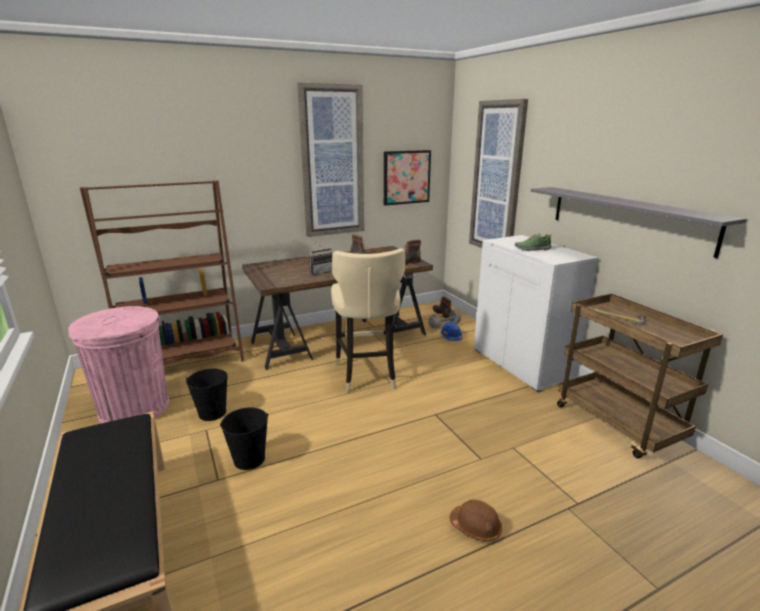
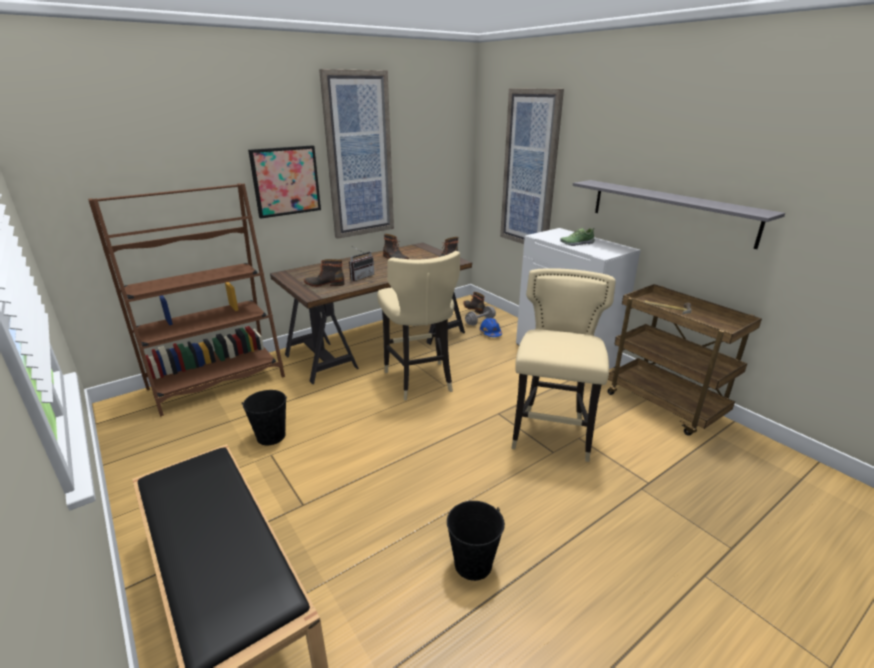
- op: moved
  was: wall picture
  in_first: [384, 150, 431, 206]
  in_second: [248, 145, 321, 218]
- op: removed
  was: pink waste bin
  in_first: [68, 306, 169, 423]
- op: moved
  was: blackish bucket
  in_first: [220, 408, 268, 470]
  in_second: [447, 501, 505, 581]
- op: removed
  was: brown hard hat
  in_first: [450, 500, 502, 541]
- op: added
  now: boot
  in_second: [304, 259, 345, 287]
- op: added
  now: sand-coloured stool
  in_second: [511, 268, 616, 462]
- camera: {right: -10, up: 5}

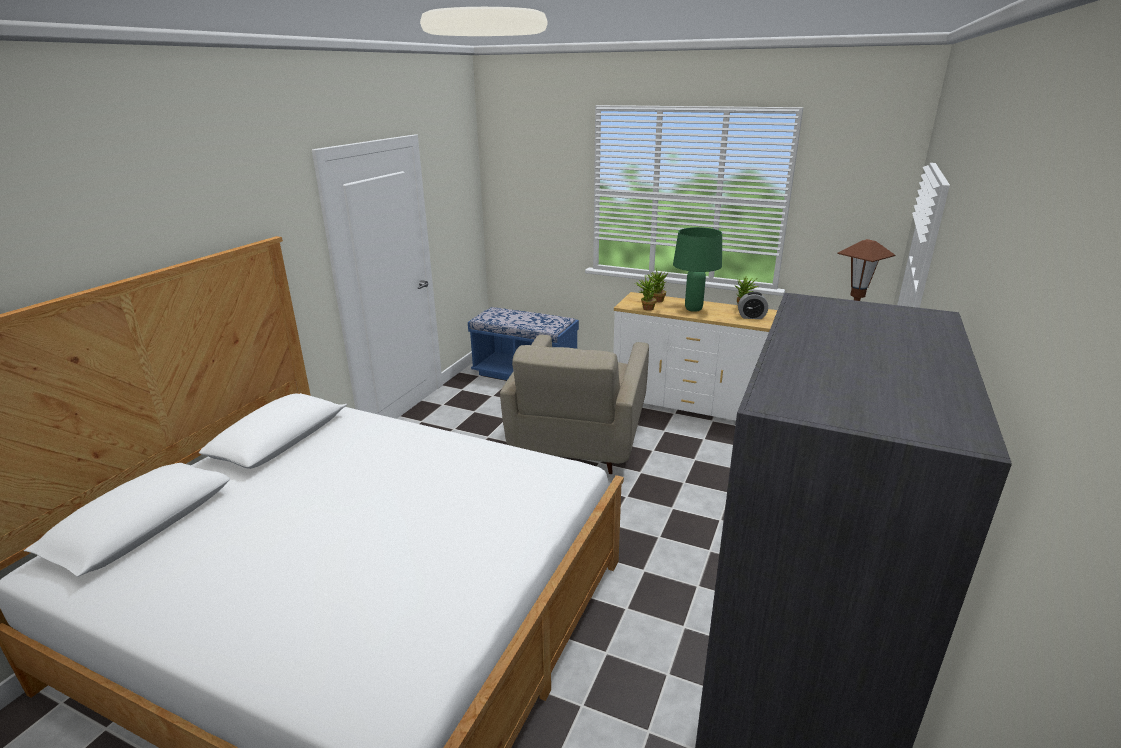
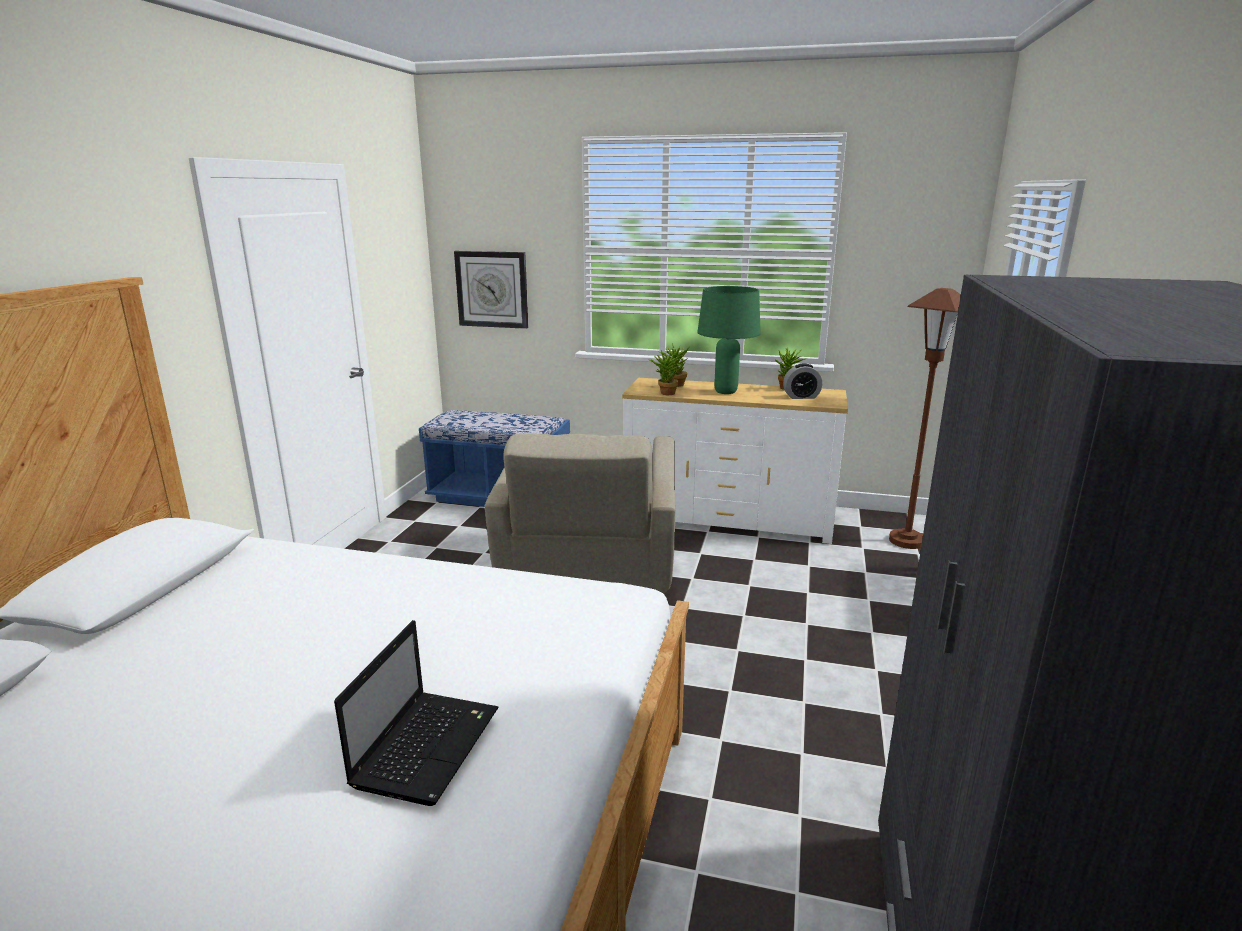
- op: added
  now: clock on the wall
  in_second: [454, 251, 529, 329]
- op: added
  now: notebook computer
  in_second: [334, 620, 499, 806]
- camera: {right: -10, up: -5}

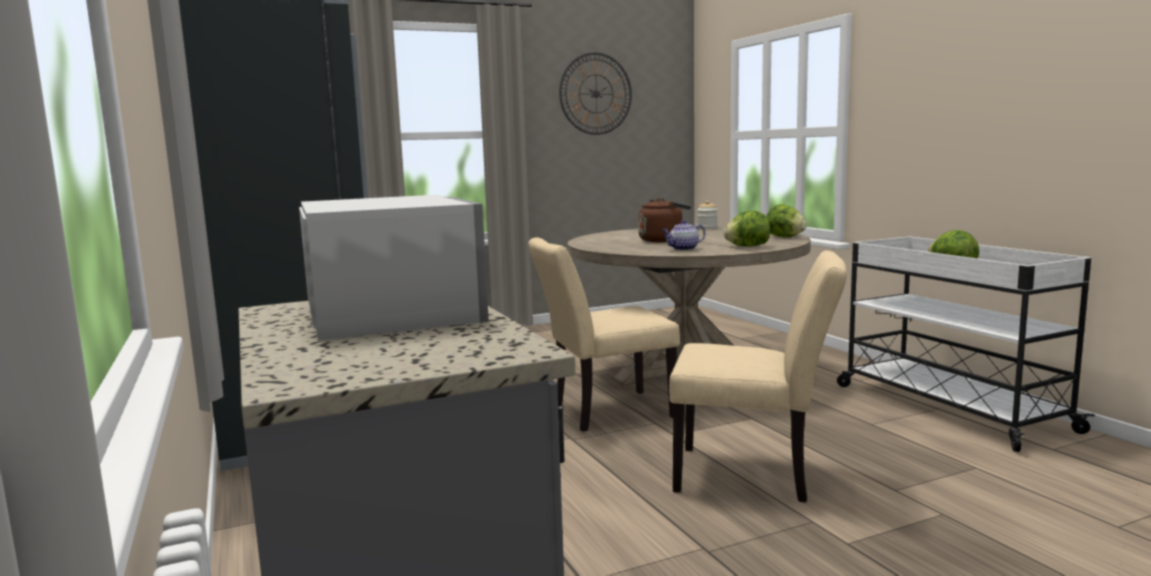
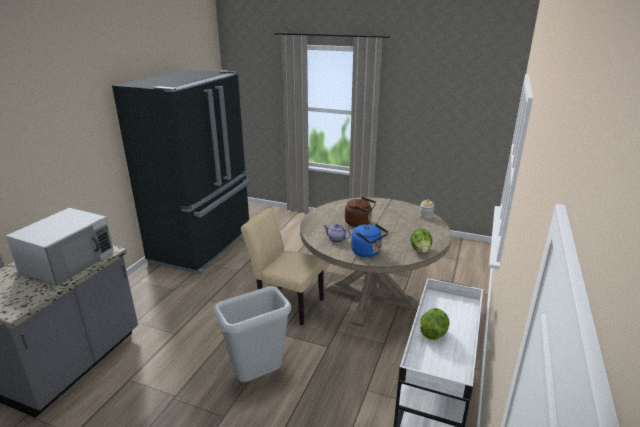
- op: removed
  was: clock on the wall
  in_first: [559, 52, 632, 135]
- op: replaced
  was: lettuce
  now: blue-coloured water kettle
  in_first: [724, 211, 770, 247]
  in_second: [351, 224, 388, 257]
- op: replaced
  was: sand-coloured upright chair
  now: gray waste bin
  in_first: [669, 250, 847, 502]
  in_second: [214, 286, 291, 382]
- camera: {right: 45, up: 15}

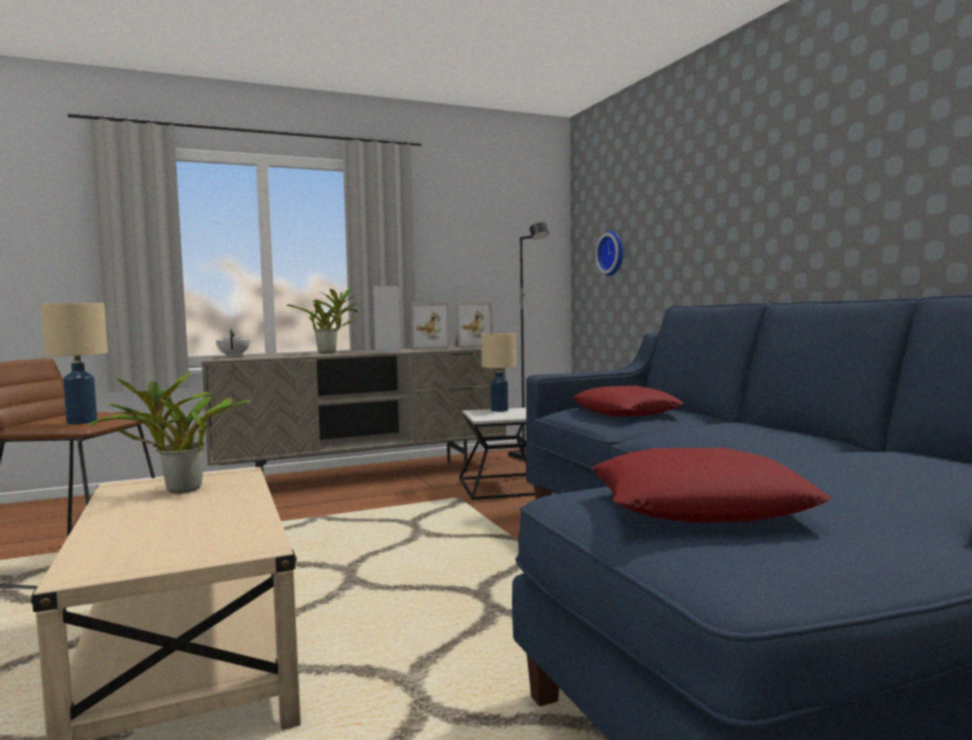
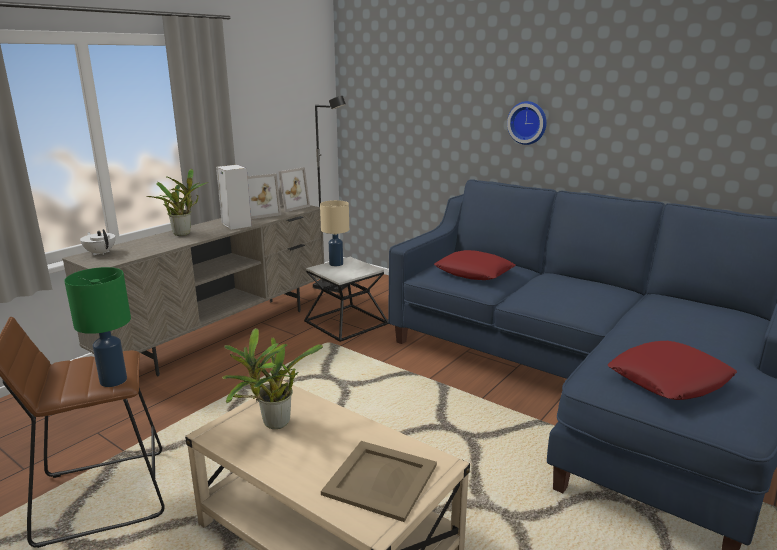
- op: moved
  was: clock on the wall
  in_first: [595, 231, 624, 276]
  in_second: [507, 101, 547, 145]
- op: recoloured
  was: sand-coloured tabletop lamp
  now: green-coloured tabletop lamp
  in_first: [41, 303, 108, 424]
  in_second: [64, 267, 131, 387]
- op: added
  now: sand-coloured serving tray
  in_second: [321, 441, 437, 522]
- camera: {right: -30, up: 15}

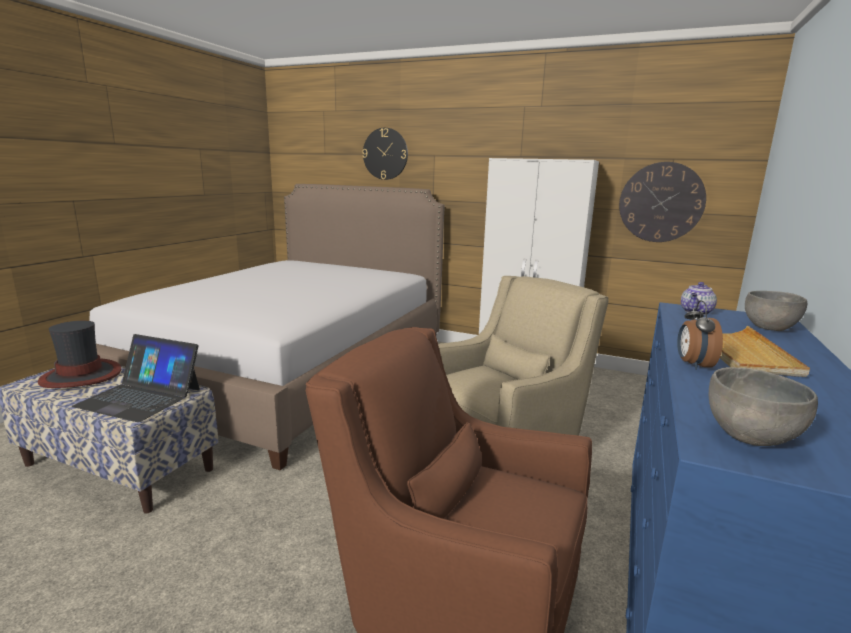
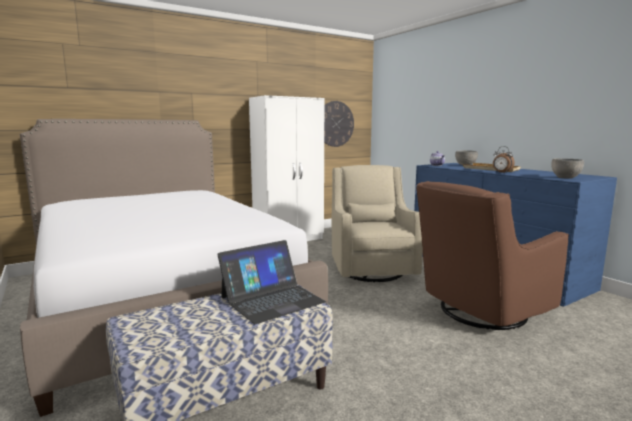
- op: removed
  was: clock on the wall
  in_first: [362, 128, 408, 180]
- op: removed
  was: wearable hat
  in_first: [38, 321, 121, 388]
- camera: {right: -55, up: -5}

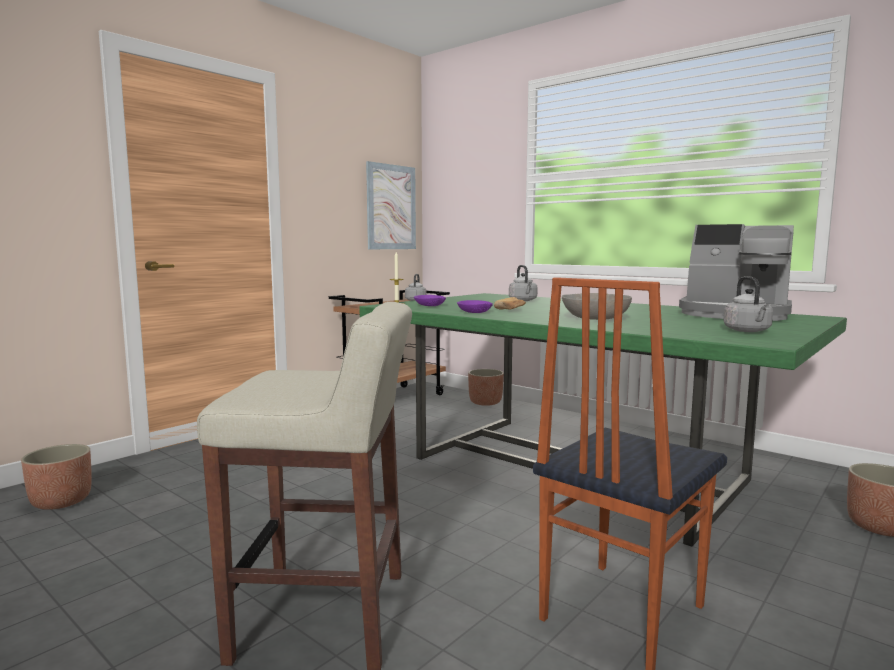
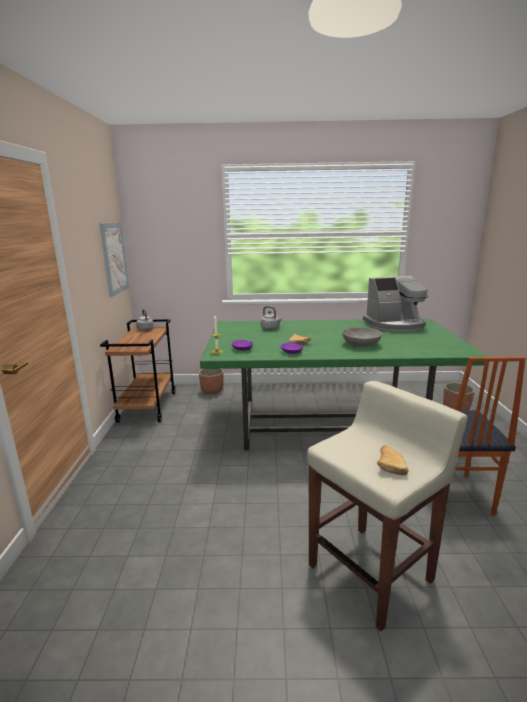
- op: removed
  was: gray water kettle
  in_first: [724, 276, 773, 332]
- op: removed
  was: planter
  in_first: [21, 444, 92, 510]
- op: added
  now: bakery bread
  in_second: [377, 445, 408, 475]
- camera: {right: -40, up: 10}

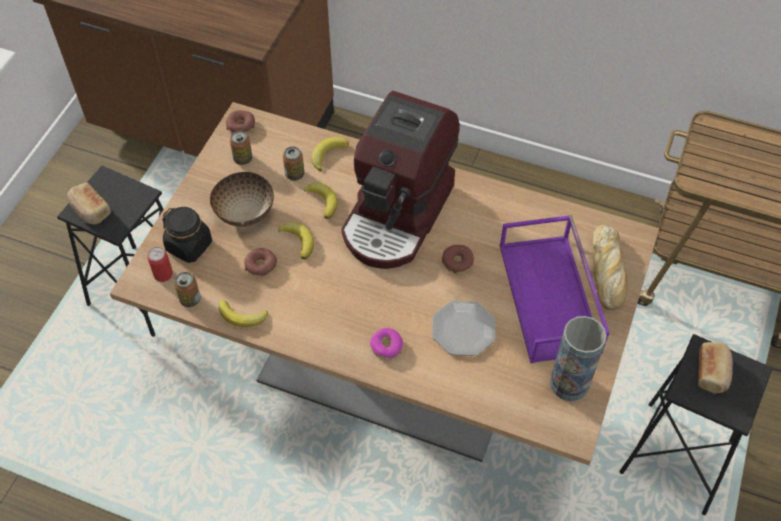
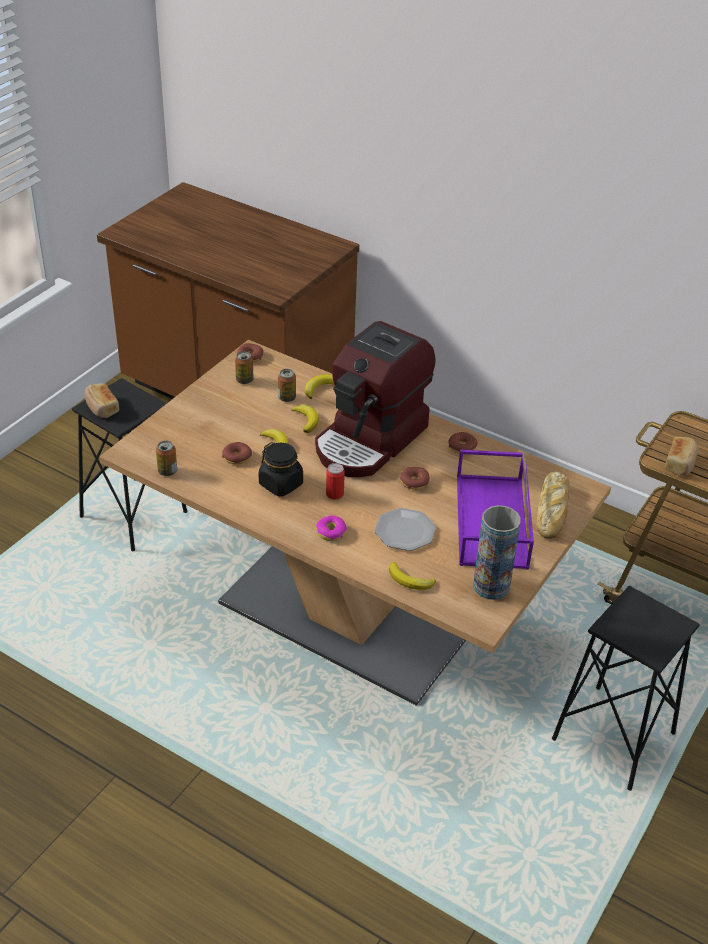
- op: removed
  was: serving bowl
  in_first: [210, 172, 274, 227]
- op: moved
  was: blackish jar
  in_first: [162, 207, 212, 263]
  in_second: [259, 442, 303, 497]
- op: moved
  was: can
  in_first: [148, 247, 173, 282]
  in_second: [326, 463, 345, 500]
- op: moved
  was: banana
  in_first: [219, 300, 268, 327]
  in_second: [389, 562, 436, 590]
- op: moved
  was: bakery bread
  in_first: [698, 342, 733, 394]
  in_second: [665, 437, 698, 476]
- op: added
  now: doughnut
  in_second: [449, 432, 478, 454]
- camera: {right: 10, up: -15}

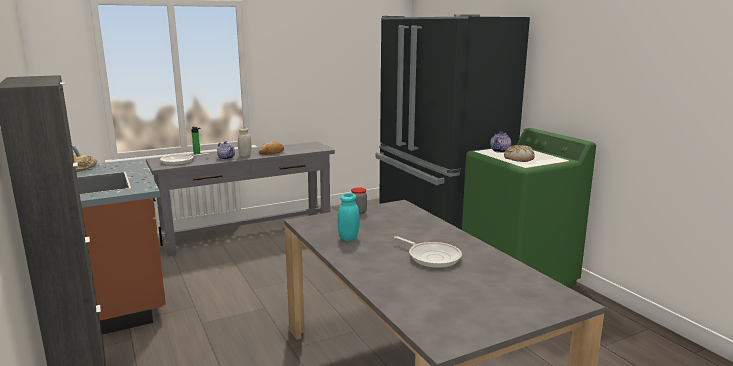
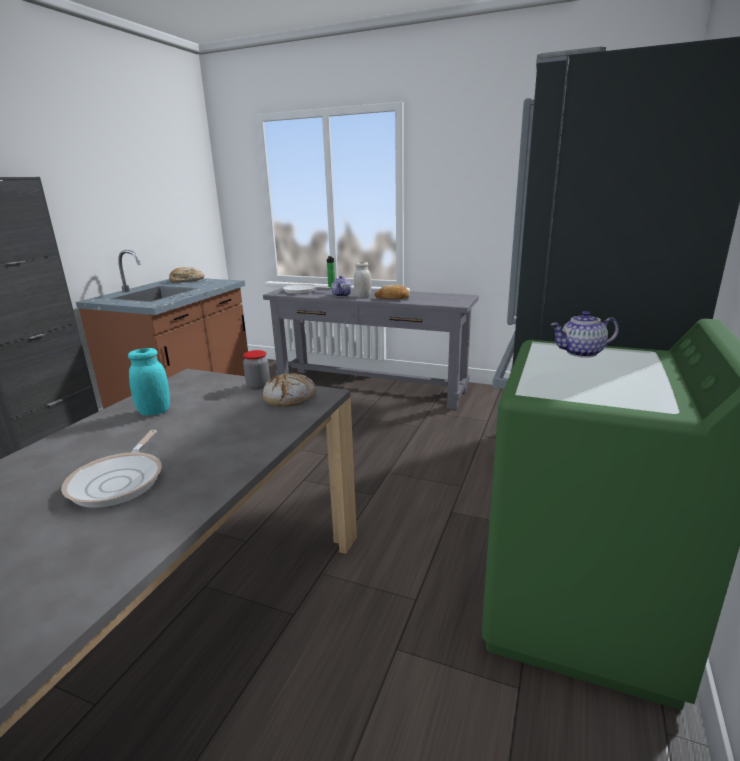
- op: moved
  was: bakery bread
  in_first: [504, 145, 535, 162]
  in_second: [263, 373, 317, 406]
- camera: {right: 50, up: 5}

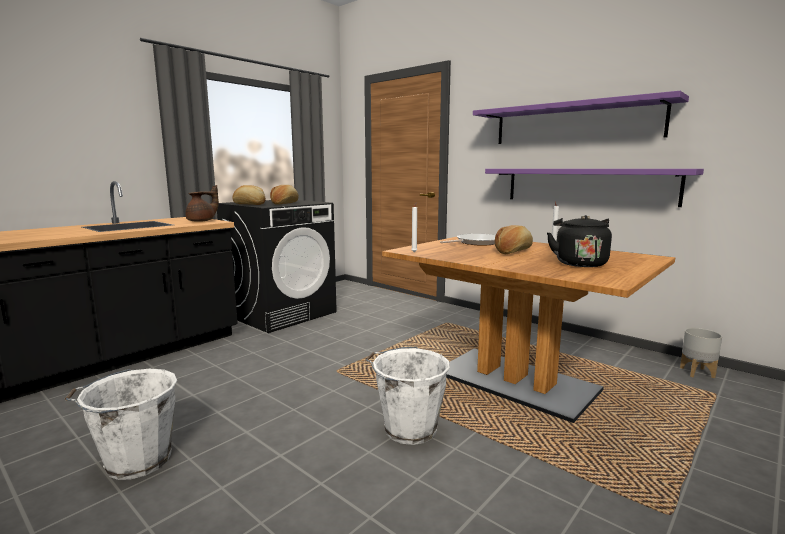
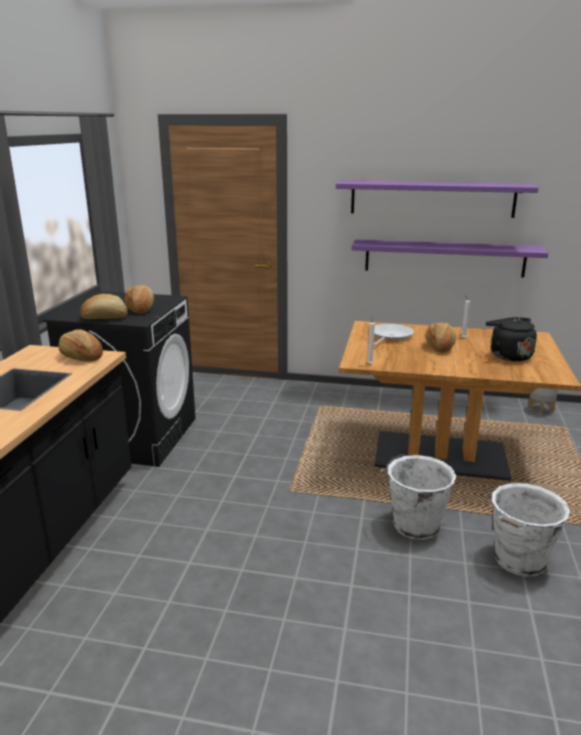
- op: replaced
  was: brown tea pot
  now: bakery bread
  in_first: [186, 185, 219, 222]
  in_second: [58, 329, 103, 362]
- op: moved
  was: white bucket
  in_first: [65, 369, 177, 480]
  in_second: [488, 483, 570, 577]
- camera: {right: -30, up: 10}

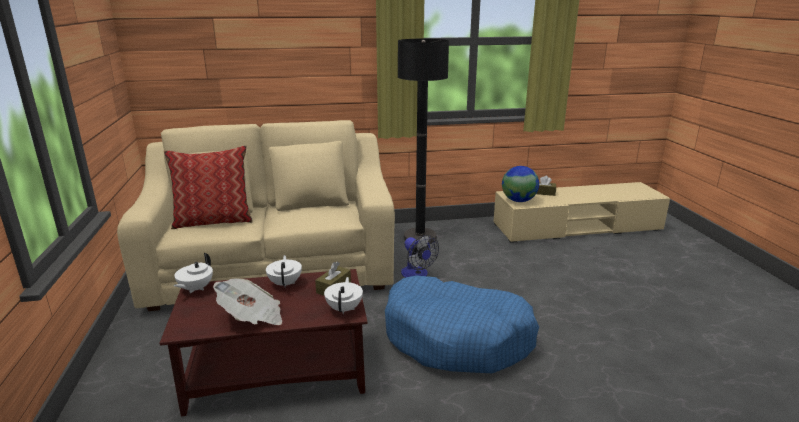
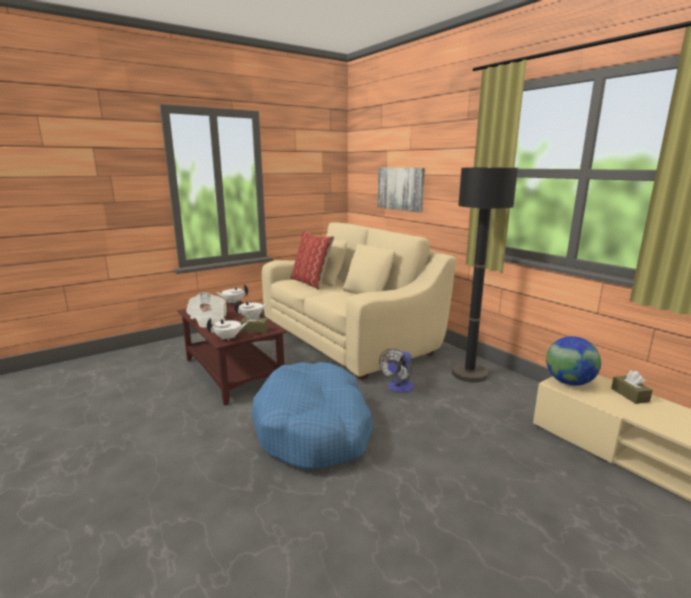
- op: added
  now: wall picture
  in_second: [377, 168, 425, 212]
- camera: {right: 65, up: -5}

